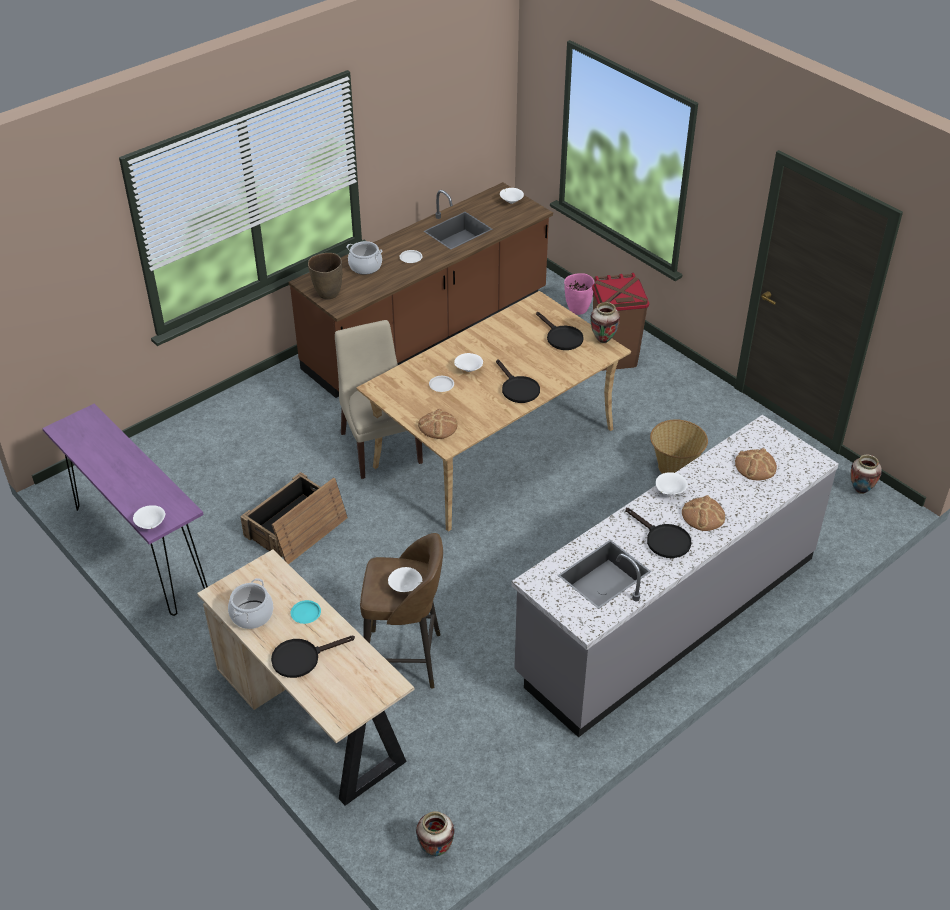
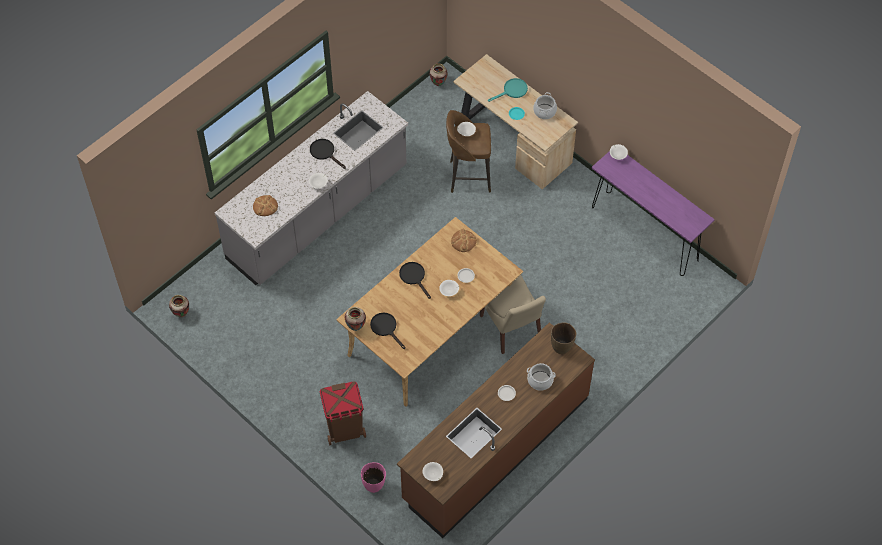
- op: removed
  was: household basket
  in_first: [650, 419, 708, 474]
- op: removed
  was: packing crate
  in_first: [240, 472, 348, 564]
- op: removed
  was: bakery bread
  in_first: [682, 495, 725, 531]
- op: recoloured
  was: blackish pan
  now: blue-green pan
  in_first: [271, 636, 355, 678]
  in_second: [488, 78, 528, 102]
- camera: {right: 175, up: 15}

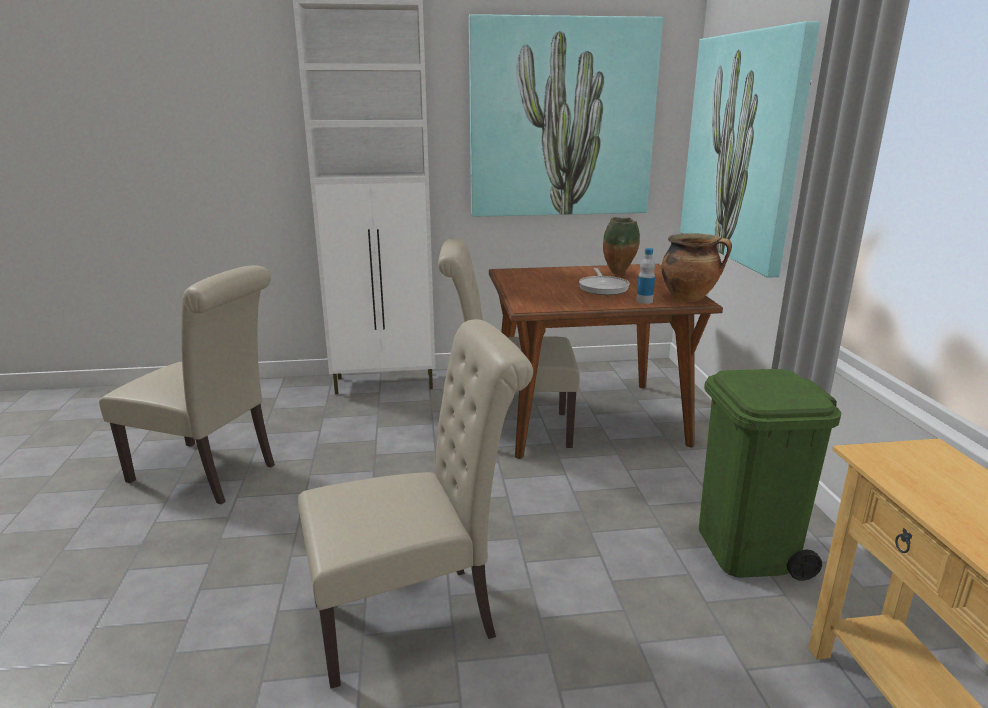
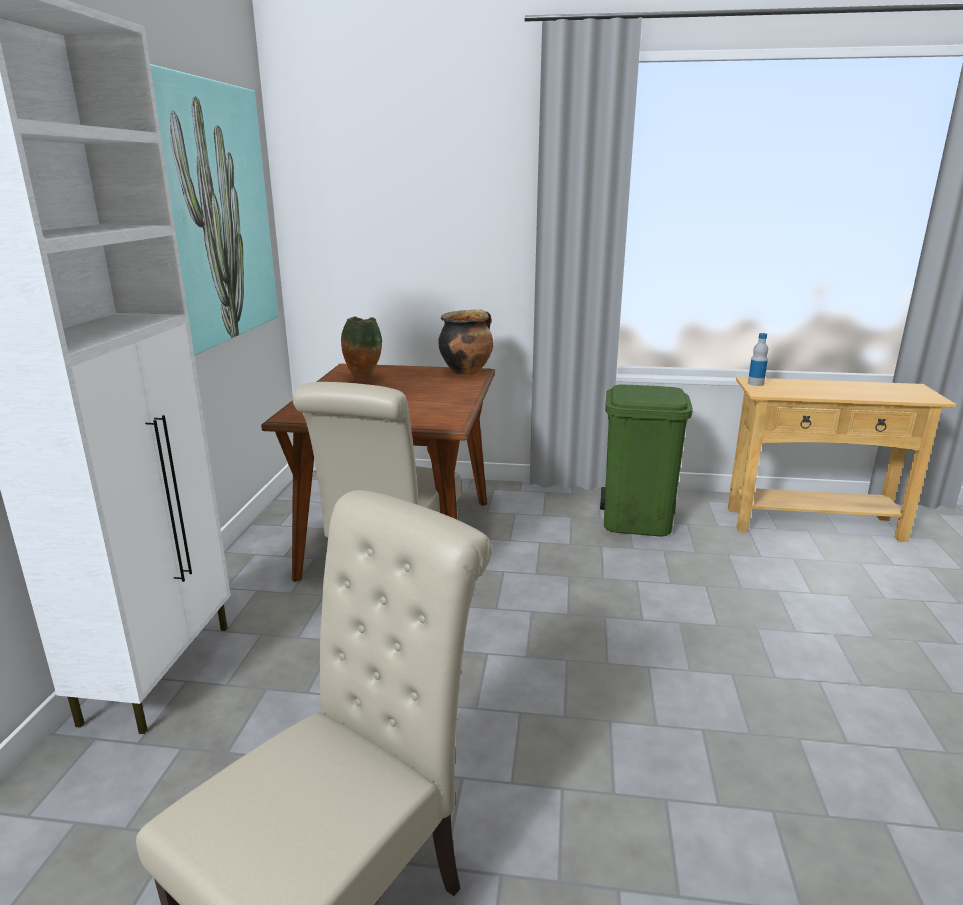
- op: removed
  was: wall picture
  in_first: [680, 21, 820, 278]
- op: moved
  was: beverage bottle
  in_first: [637, 248, 655, 304]
  in_second: [748, 333, 768, 386]
- op: removed
  was: pan
  in_first: [579, 268, 630, 295]
- op: removed
  was: sand-coloured upright chair
  in_first: [298, 319, 533, 689]
- camera: {right: -75, up: 0}

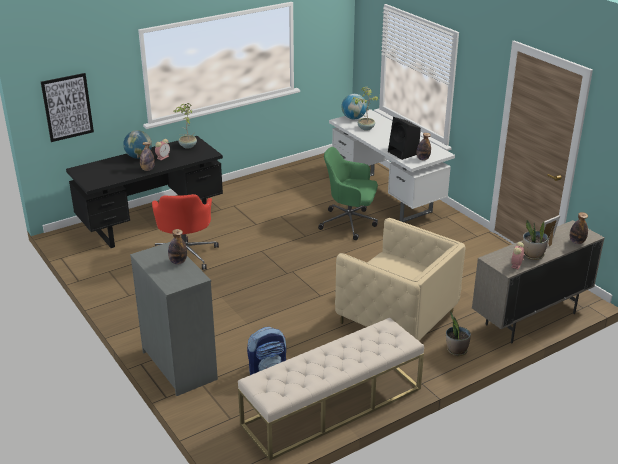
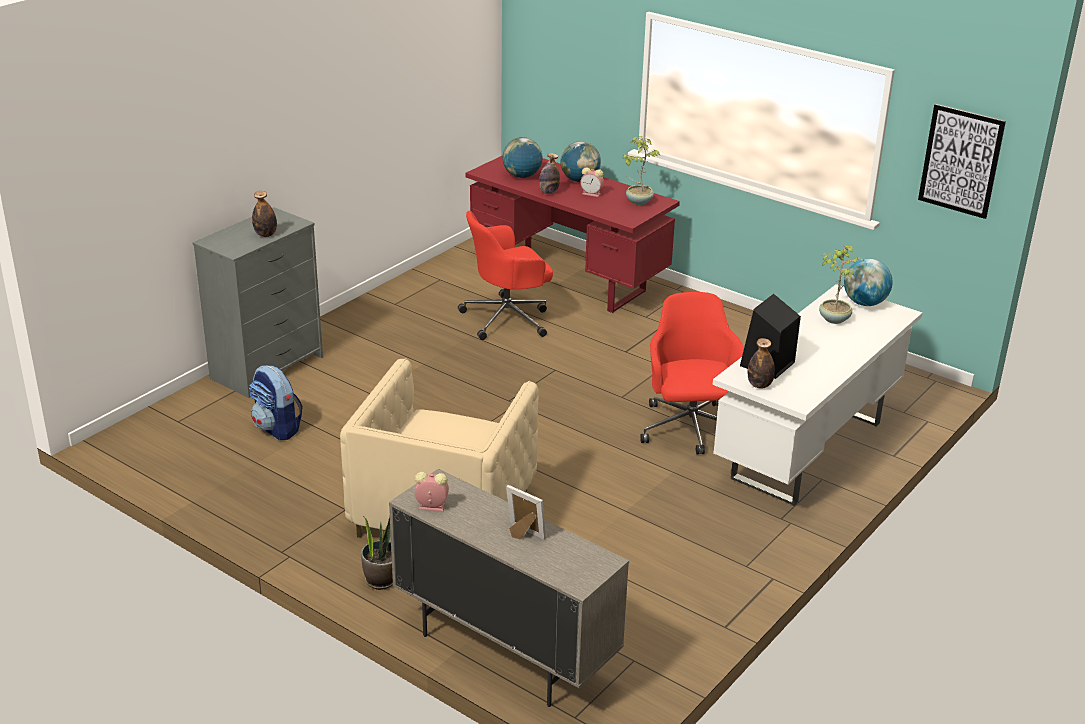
- op: moved
  was: wall picture
  in_first: [41, 73, 94, 142]
  in_second: [918, 104, 1006, 219]
- op: recoloured
  was: blackish desk unit
  now: reddish desk unit
  in_first: [66, 136, 223, 248]
  in_second: [465, 156, 680, 313]
- op: recoloured
  was: green-coloured computer chair
  now: reddish computer chair
  in_first: [318, 147, 378, 240]
  in_second: [640, 292, 744, 454]
- op: removed
  was: beverage bottle
  in_first: [570, 212, 588, 244]
- op: removed
  was: plant in a pot
  in_first: [523, 220, 548, 260]
- op: removed
  was: sand-coloured long seat
  in_first: [238, 318, 424, 460]
- op: added
  now: world globe
  in_second: [502, 137, 543, 178]
- camera: {right: 70, up: 0}

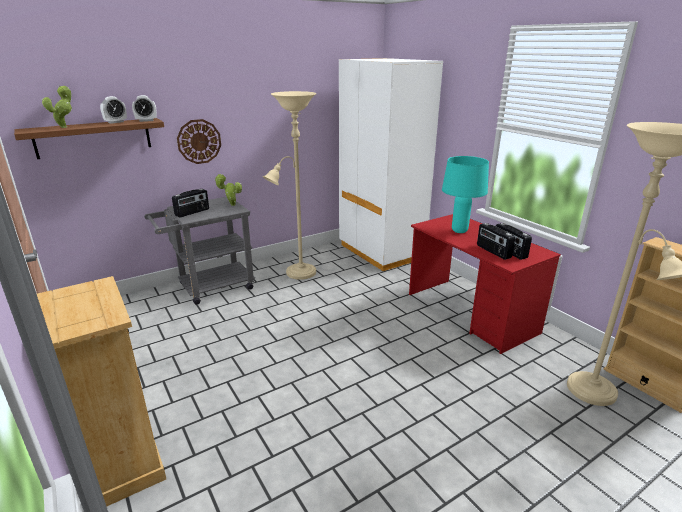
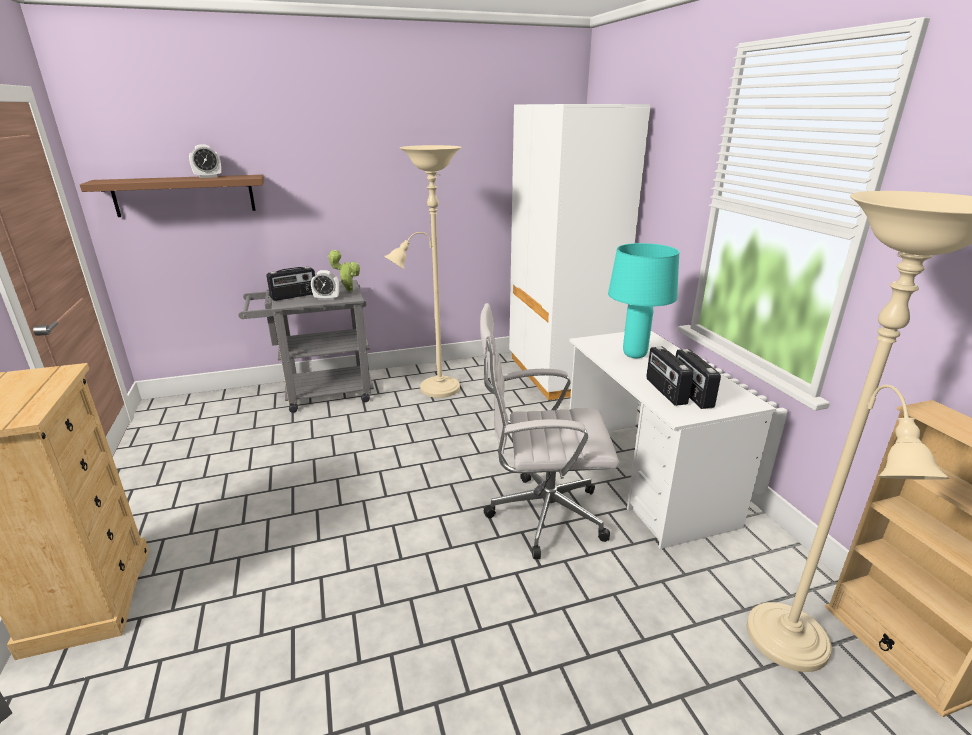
- op: removed
  was: plant in a pot
  in_first: [42, 85, 72, 128]
- op: moved
  was: bedside clock
  in_first: [132, 95, 157, 122]
  in_second: [311, 270, 339, 300]
- op: removed
  was: clock on the wall
  in_first: [177, 119, 221, 164]
- op: recoloured
  was: reddish desk unit
  now: white desk unit
  in_first: [409, 214, 561, 354]
  in_second: [569, 331, 776, 549]
- op: added
  now: white computer chair
  in_second: [480, 303, 619, 559]
- camera: {right: 15, up: 0}

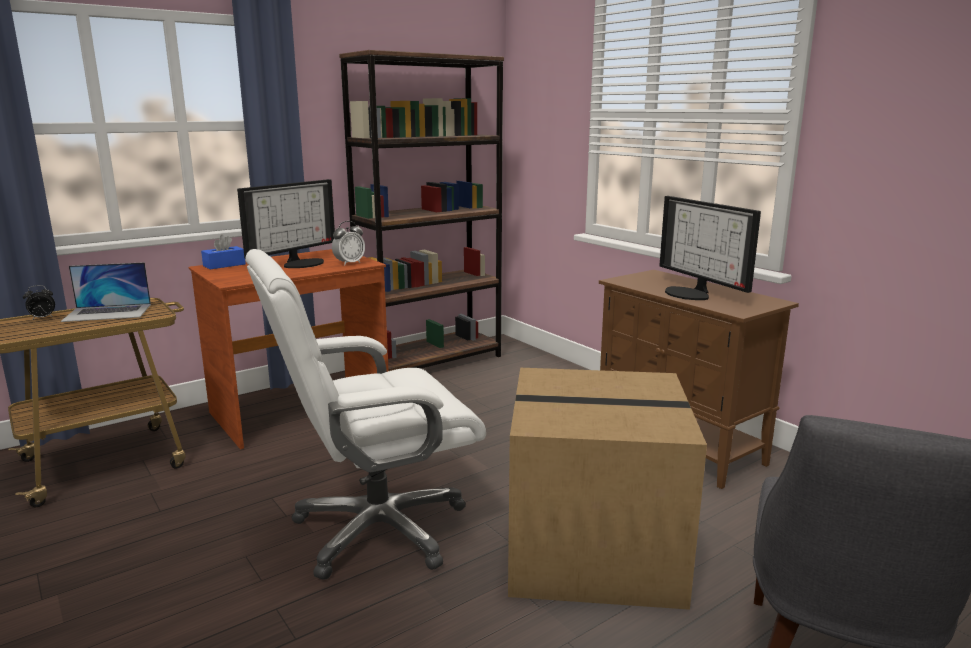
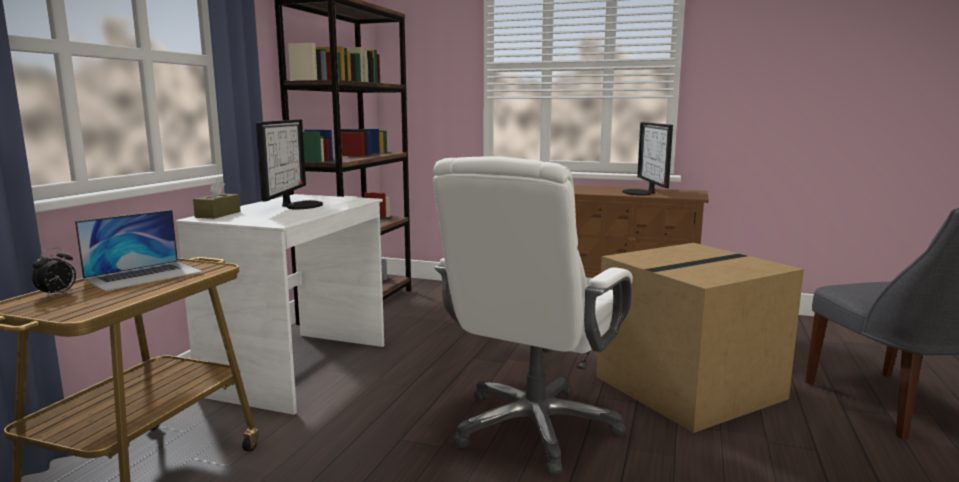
- op: turned
  was: computer display
  in_first: [659, 196, 761, 300]
  in_second: [622, 122, 673, 196]
  clockwise: 60
- op: removed
  was: bedside clock
  in_first: [332, 221, 365, 266]
- op: recoloured
  was: blue-coloured tissue box
  now: brown tissue box
  in_first: [201, 235, 246, 269]
  in_second: [193, 179, 241, 219]
- op: recoloured
  was: brown desk unit
  now: white desk unit
  in_first: [188, 249, 389, 449]
  in_second: [176, 194, 384, 415]
- camera: {right: -35, up: -5}

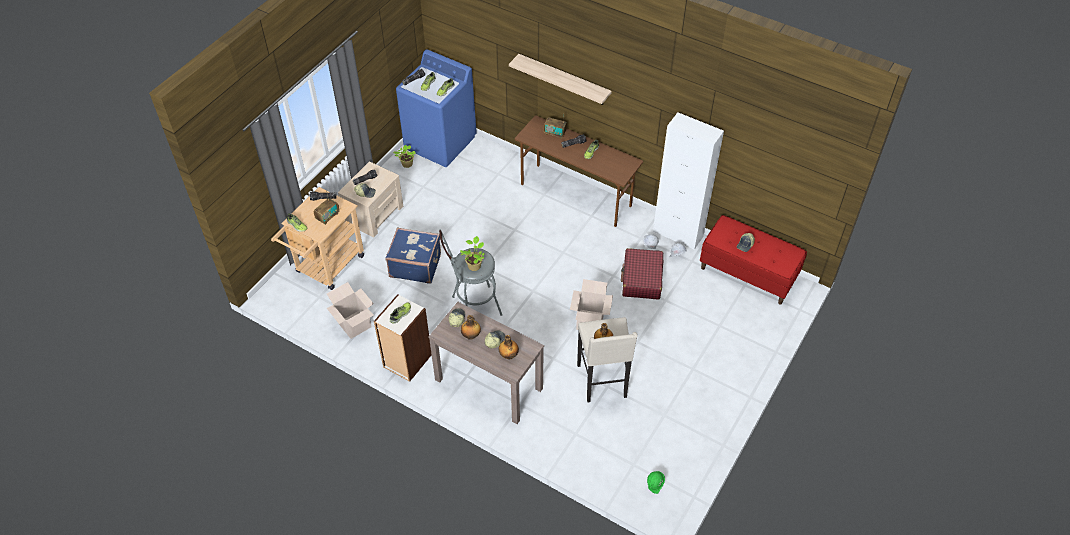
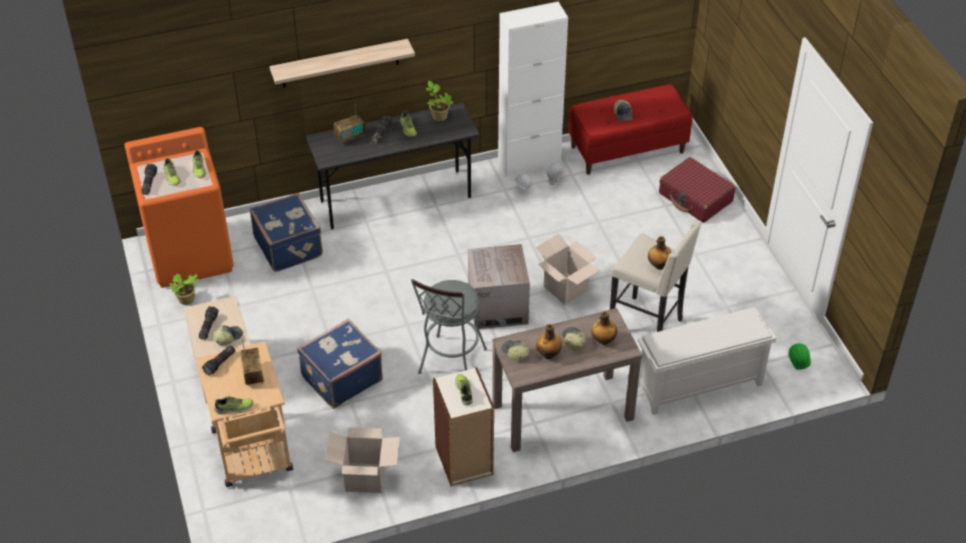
- op: recoloured
  was: blue-coloured laundry appliance
  now: orangey laundry appliance
  in_first: [396, 50, 477, 167]
  in_second: [124, 127, 234, 288]
- op: recoloured
  was: brown desk unit
  now: gray desk unit
  in_first: [515, 115, 643, 227]
  in_second: [306, 103, 479, 229]
- op: moved
  was: plant in a pot
  in_first: [460, 236, 485, 271]
  in_second: [426, 81, 453, 121]
- op: moved
  was: reddish piece of luggage
  in_first: [621, 248, 663, 300]
  in_second: [659, 157, 736, 223]
- op: added
  now: blue-coloured piece of luggage
  in_second: [250, 193, 323, 272]
- op: added
  now: cardboard box
  in_second: [468, 244, 530, 329]
- op: added
  now: white shoe stand
  in_second: [638, 307, 776, 415]
- camera: {right: -50, up: -5}

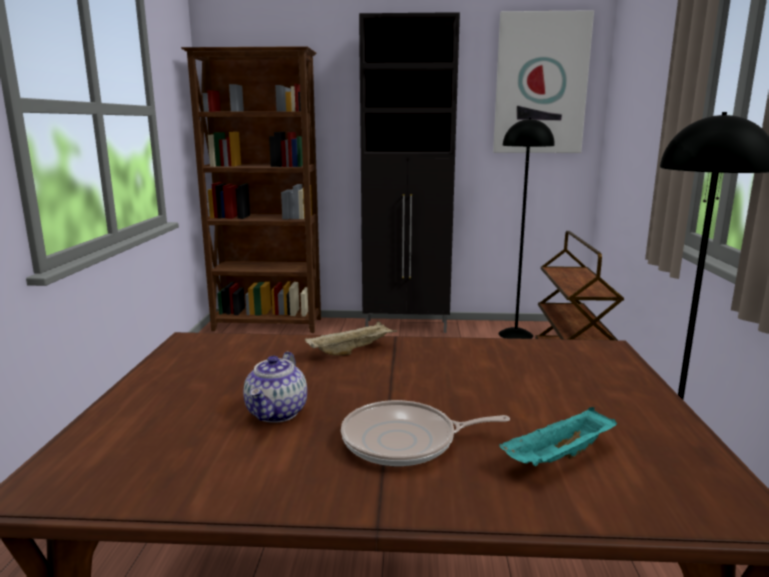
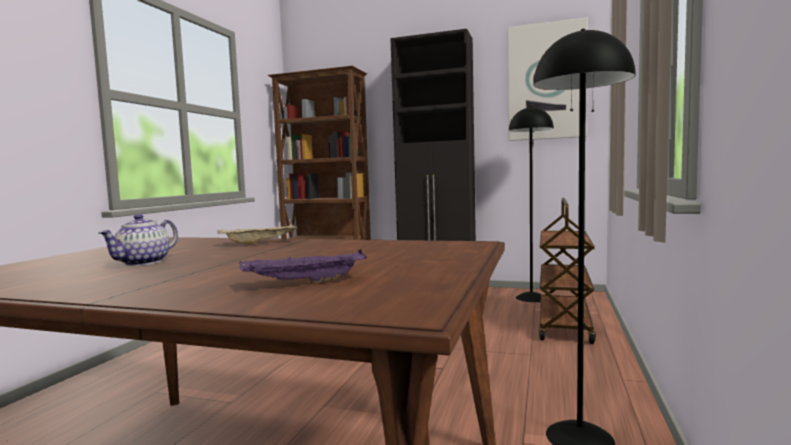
- op: removed
  was: pan
  in_first: [341, 400, 510, 466]
- op: recoloured
  was: blue-green serving tray
  now: purplish serving tray
  in_first: [499, 407, 617, 466]
  in_second: [239, 249, 367, 284]
- camera: {right: 15, up: -10}

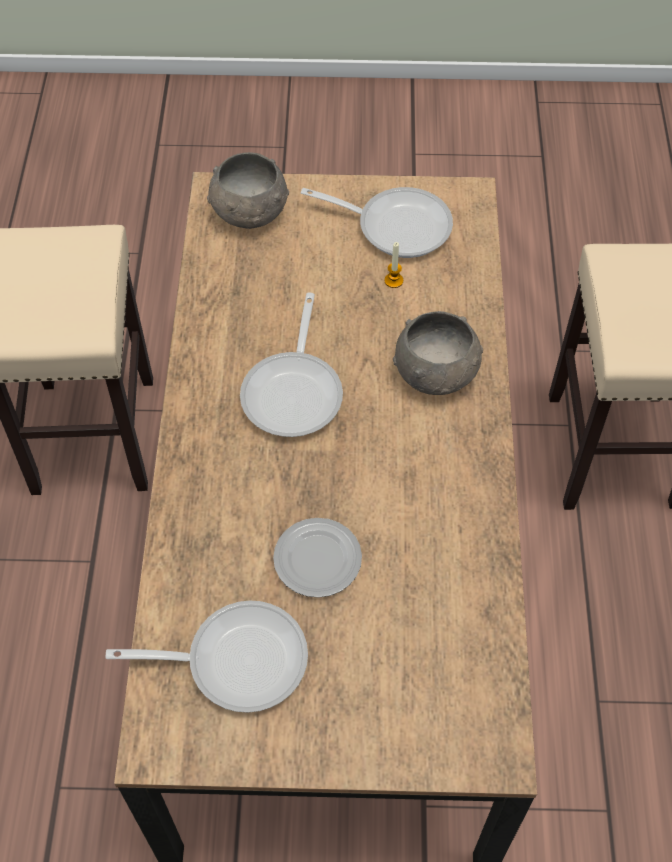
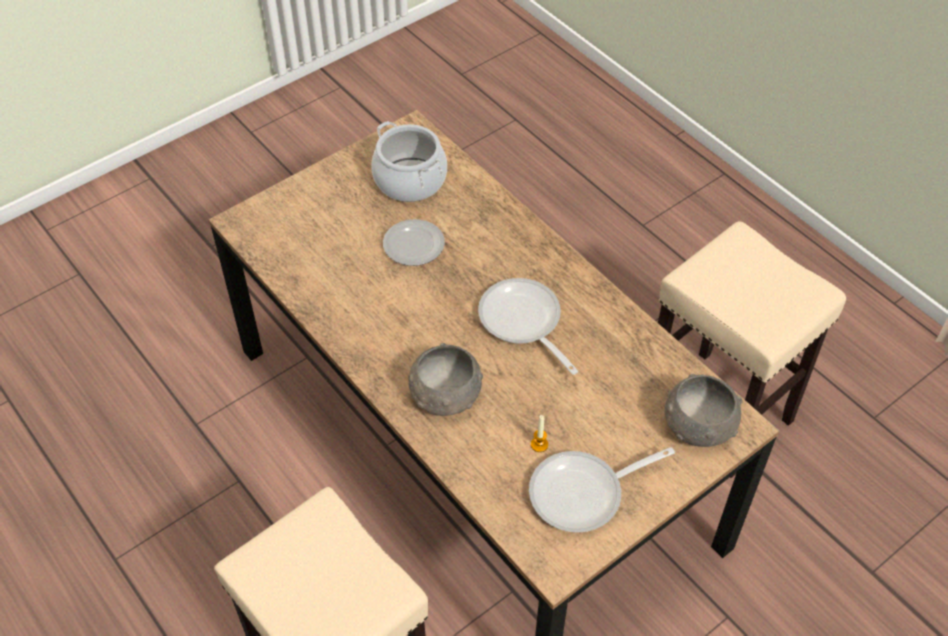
- op: replaced
  was: pan
  now: saucepot
  in_first: [106, 600, 308, 713]
  in_second: [371, 121, 447, 202]
- camera: {right: 140, up: -5}

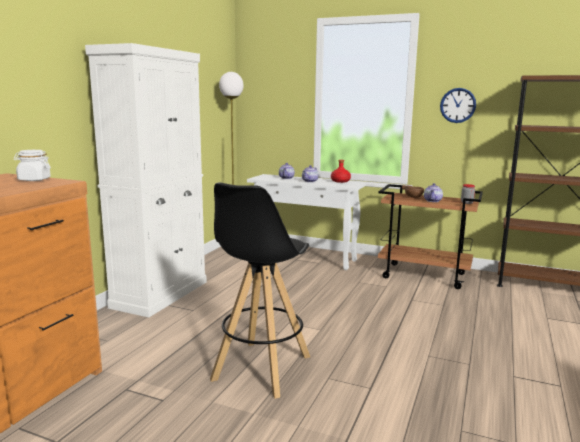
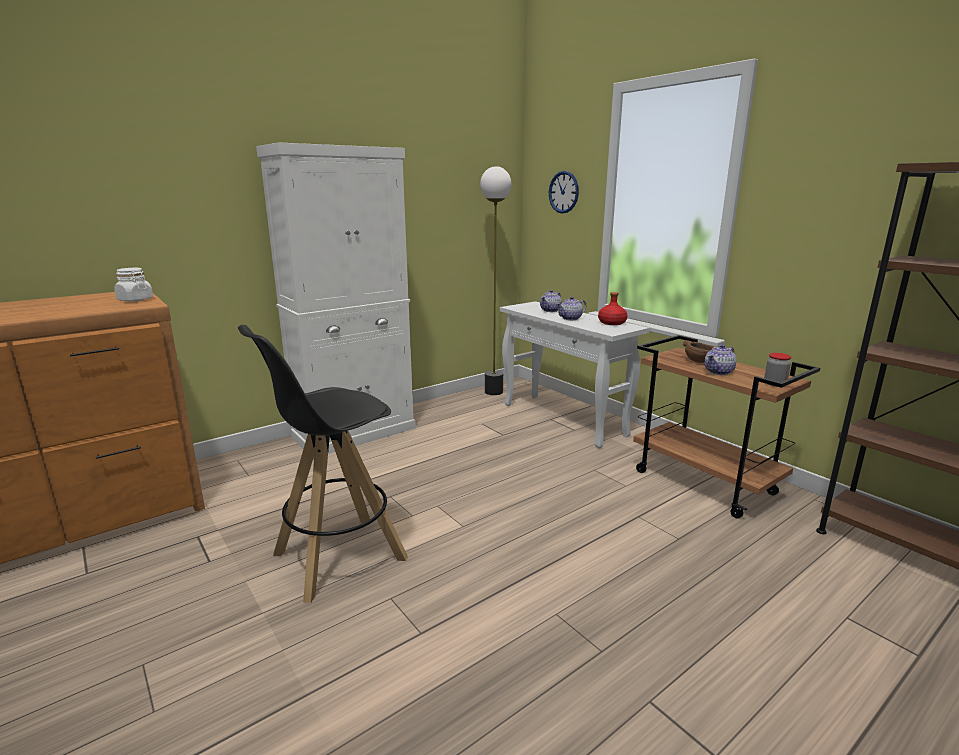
- op: moved
  was: clock on the wall
  in_first: [440, 88, 476, 123]
  in_second: [549, 171, 579, 214]
- camera: {right: 30, up: 5}

